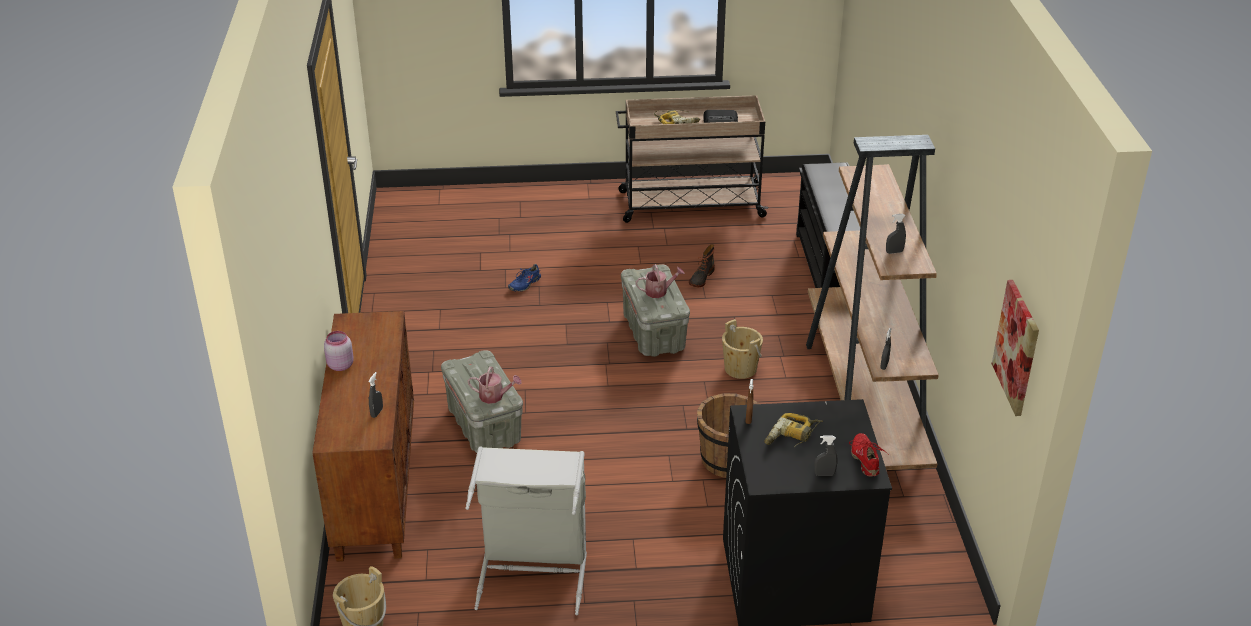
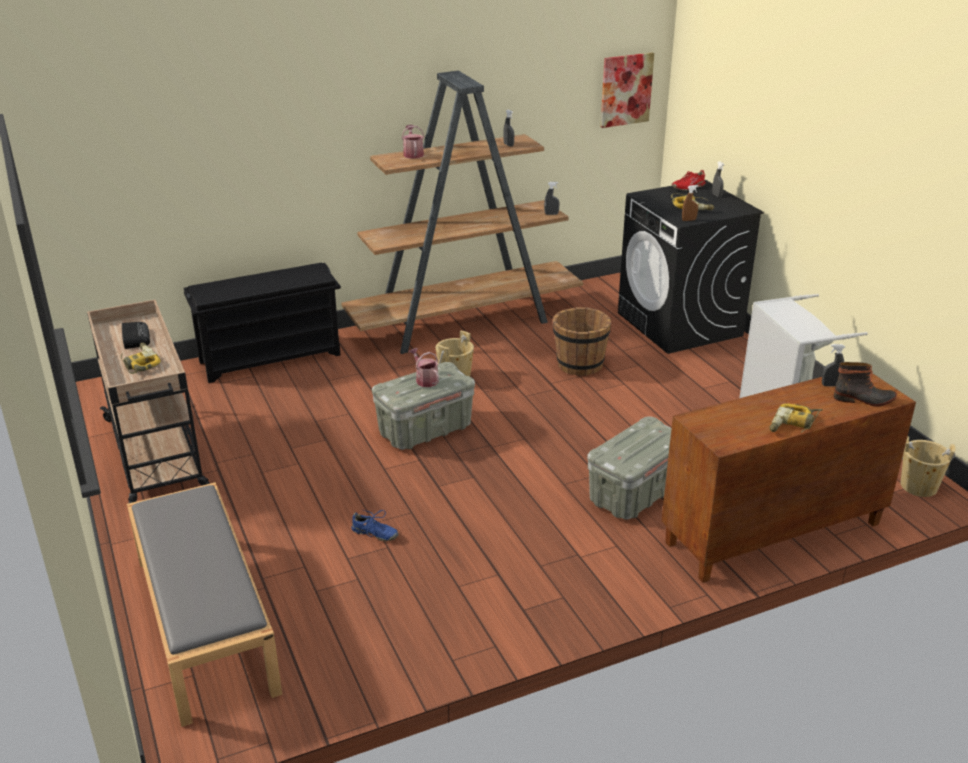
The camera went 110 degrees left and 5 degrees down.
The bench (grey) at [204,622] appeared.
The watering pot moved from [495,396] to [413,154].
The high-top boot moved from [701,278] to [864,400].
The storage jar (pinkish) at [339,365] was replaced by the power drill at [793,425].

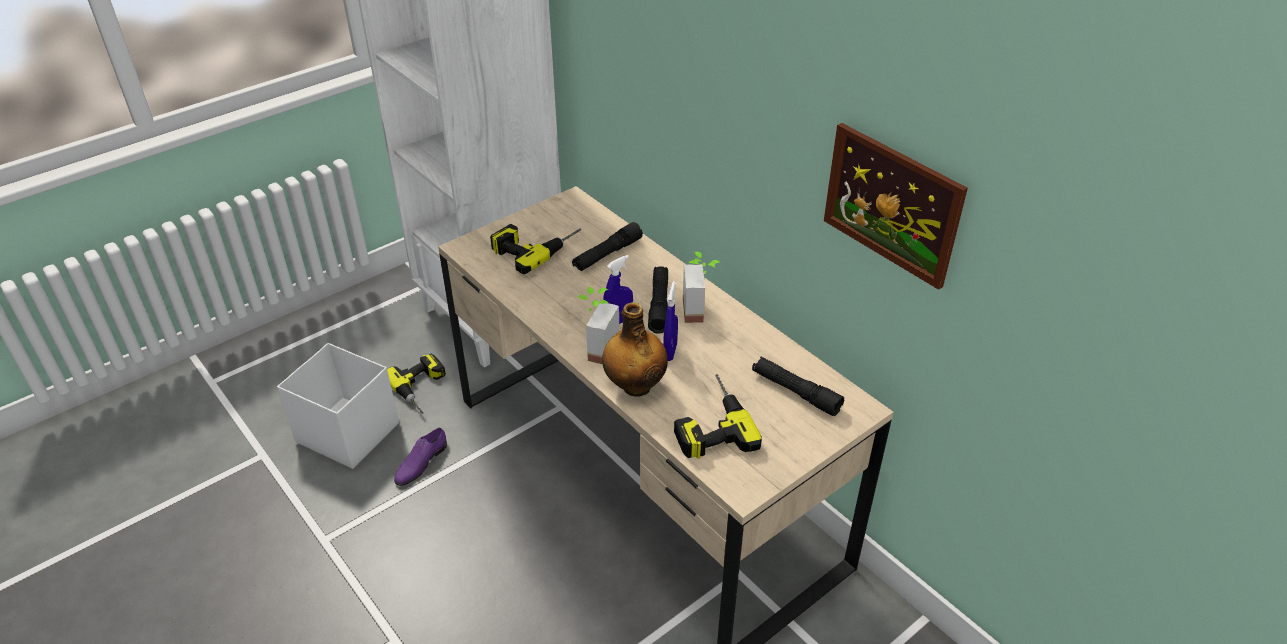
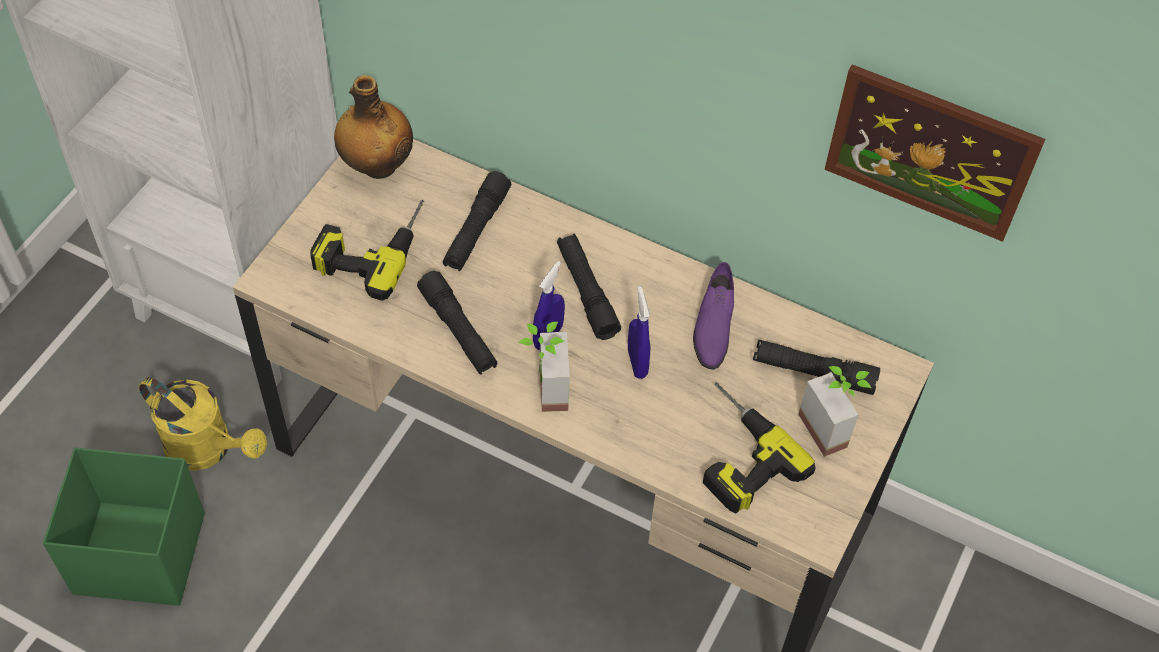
The camera went 25 degrees left and 15 degrees up.
The flashlight (black-coloured) at [458,330] appeared.
The item of footwear (purple-coloured) moved from [420,462] to [713,324].
The bottle moved from [635,385] to [377,165].
The plant in a pot moved from [700,310] to [832,427].
The power drill at [423,388] was replaced by the watering pot (yellow) at [208,448].
The storage container (whitish) at [347,432] became the storage container (green-coloured) at [138,552].

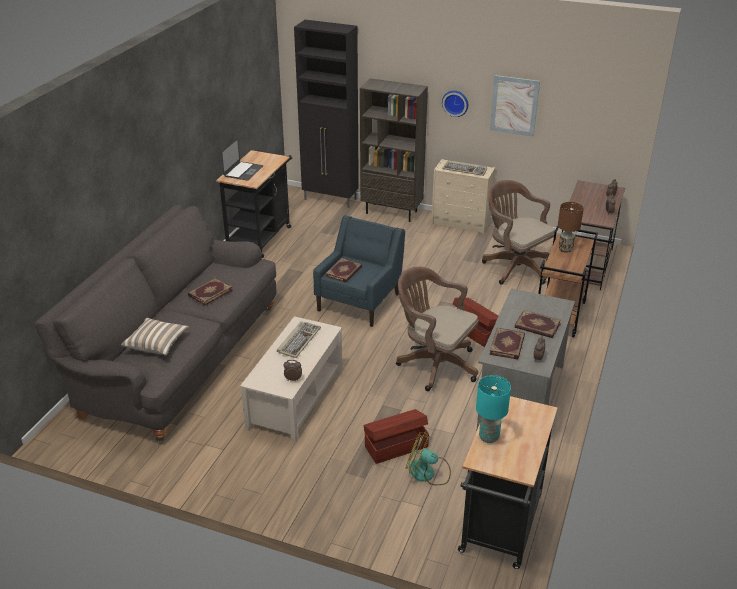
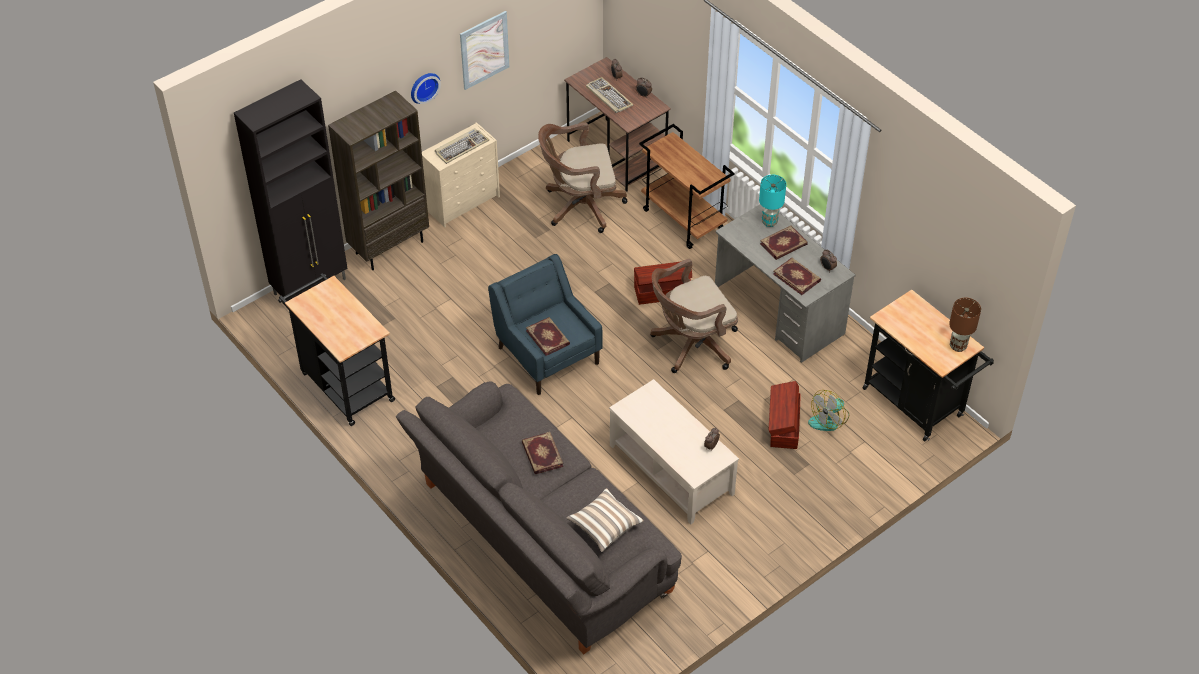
The camera went 60 degrees left and 15 degrees up.
The portable computer at [243,171] disappeared.
The computer keyboard moved from [298,340] to [608,97].
The table lamp (blue-green) moved from [488,437] to [769,222].
The table lamp (brownish) moved from [565,249] to [957,346].

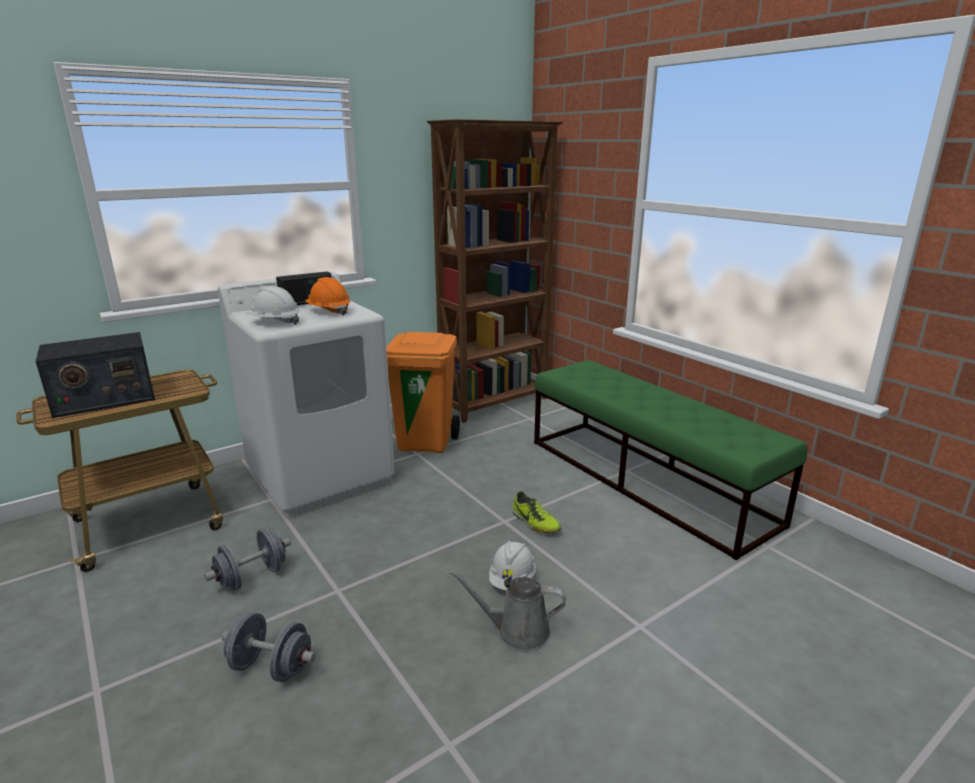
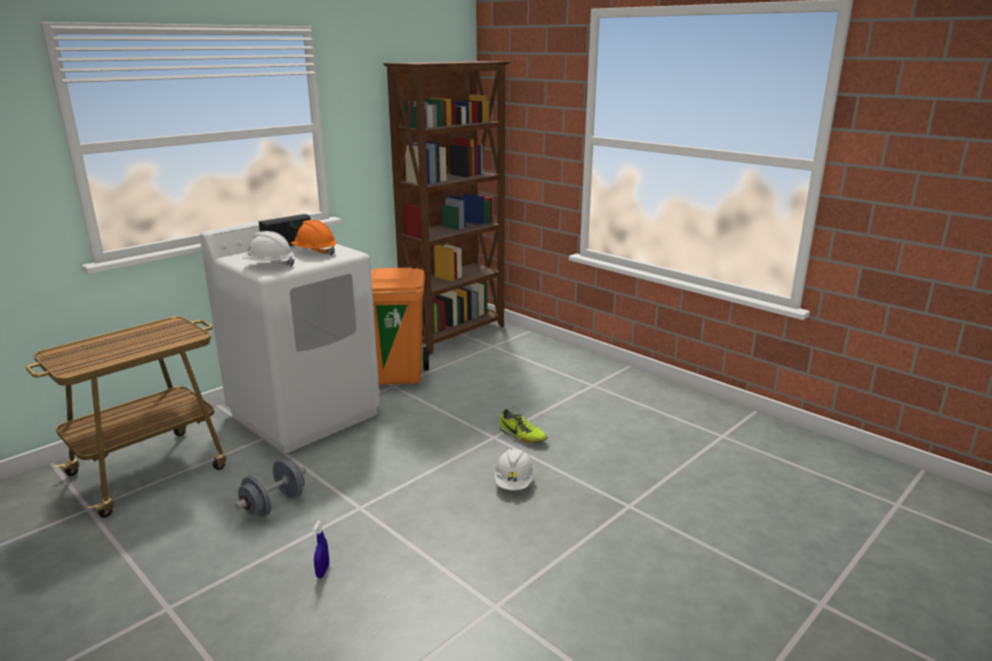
The camera went 10 degrees left and 0 degrees up.
The radio set at [104,399] disappeared.
The watering pot (grey) at [517,631] disappeared.
The bench (green-coloured) at [647,480] disappeared.
The free weight (grey) at [271,667] was replaced by the sprayer (blue-coloured) at [323,571].

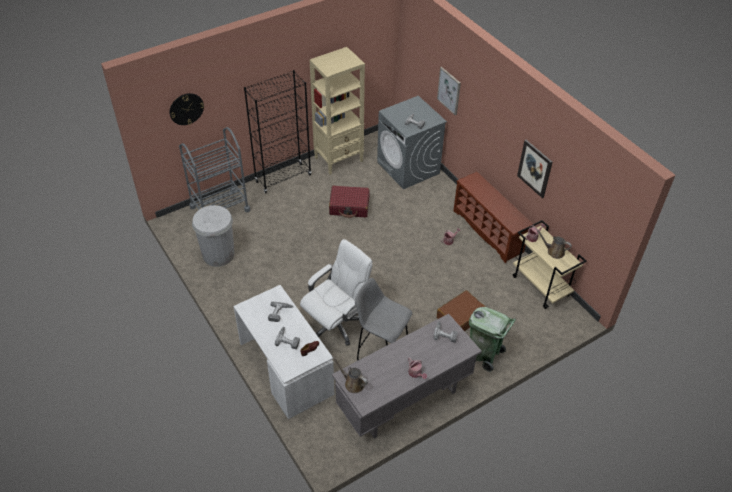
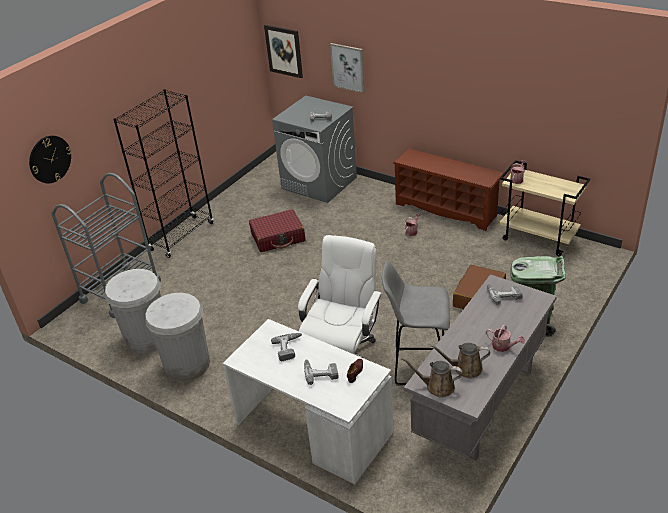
The camera went 20 degrees left and 10 degrees down.
The bookcase (beige-coloured) at [339,159] disappeared.
The rubbish bin (whitish) at [187,364] appeared.
The wall picture moved from [535,168] to [284,51].
The watering pot (brownish) moved from [554,251] to [465,369].

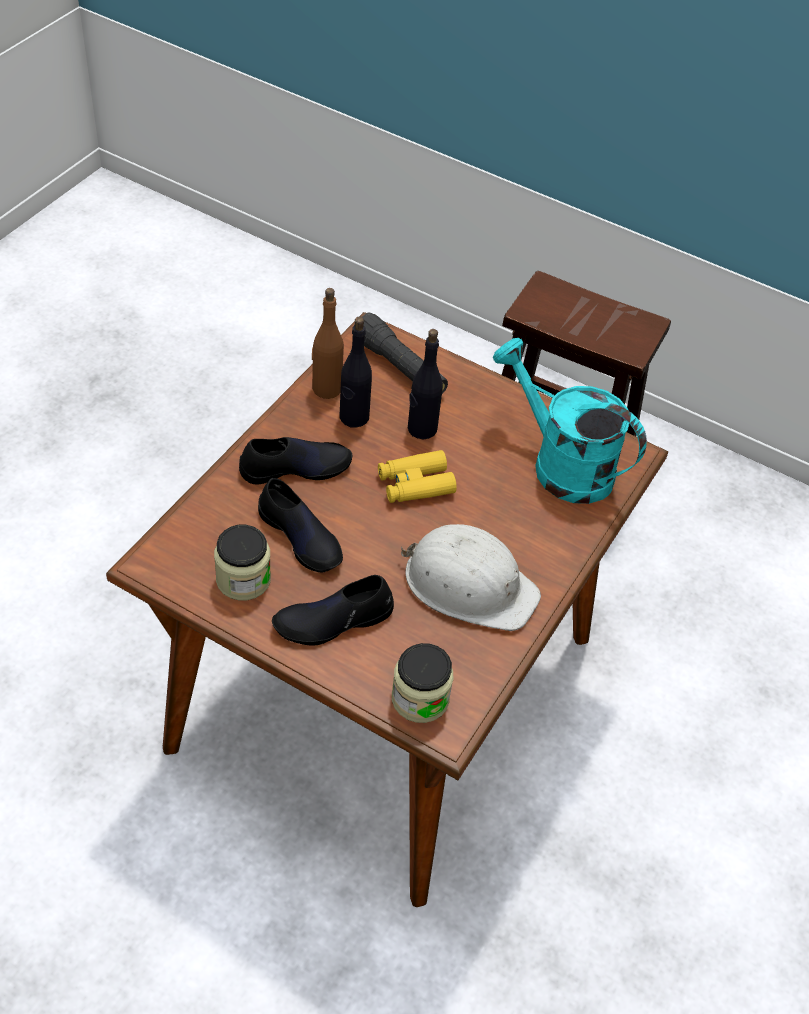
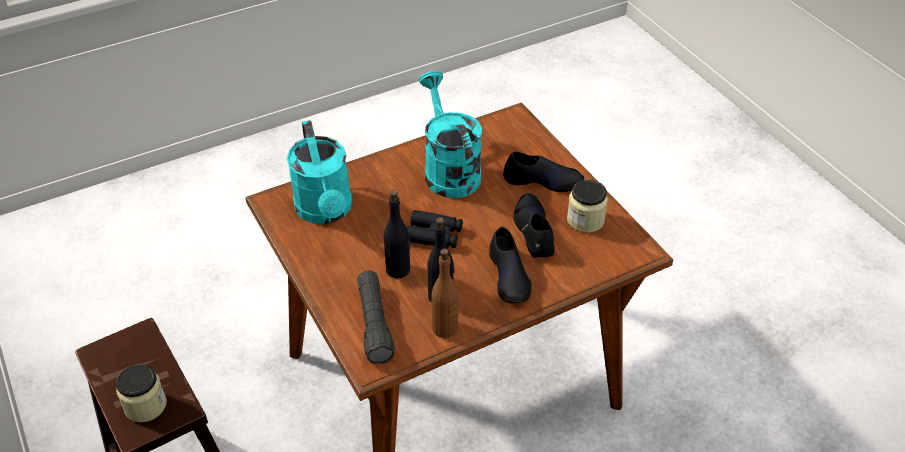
The camera went 145 degrees left and 5 degrees down.
The storage jar moved from [420,698] to [145,405].
The hard hat (whitish) at [469,584] was replaced by the watering pot (blue-green) at [448,169].
The binoculars (yellow) at [415,484] became the binoculars (black-coloured) at [434,235].
The item of footwear (black-coloured) at [295,468] turned 120 degrees counterclockwise.

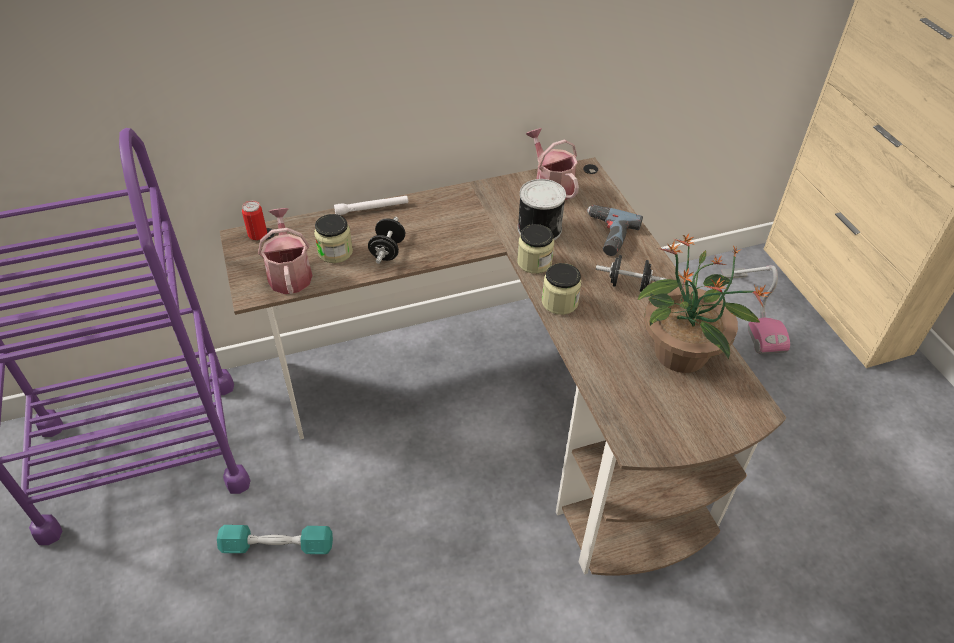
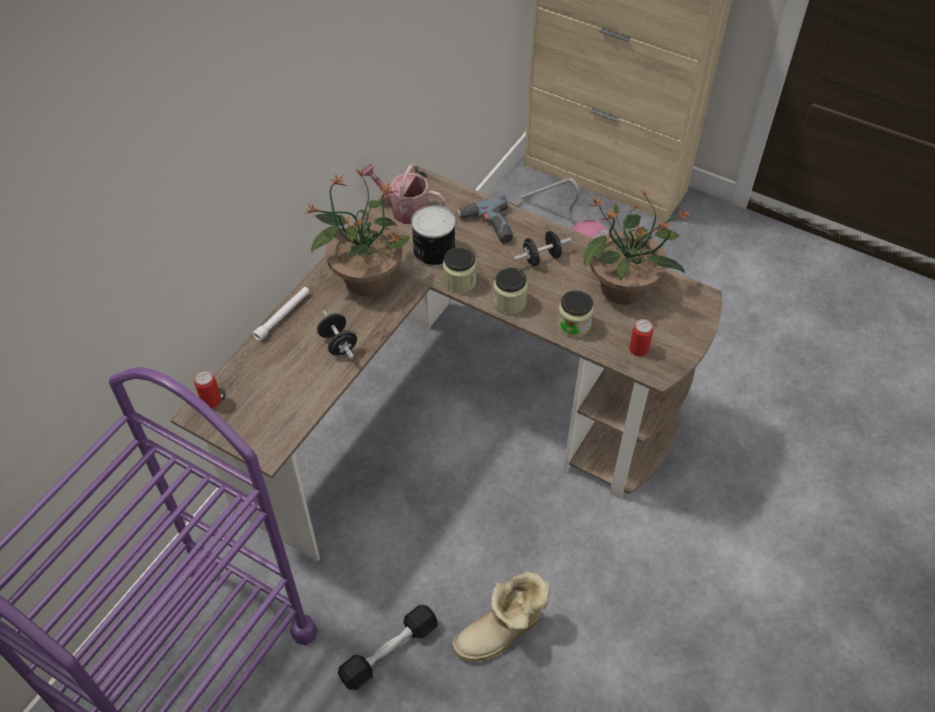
The camera went 40 degrees left and 5 degrees up.
The watering pot at [289,273] disappeared.
The plant in a pot at [365,278] appeared.
The high-top boot at [502,633] appeared.
The sealed can at [638,349] appeared.
The storage jar moved from [335,252] to [573,325].
The free weight (blue-green) at [278,546] became the free weight (black-coloured) at [389,652].

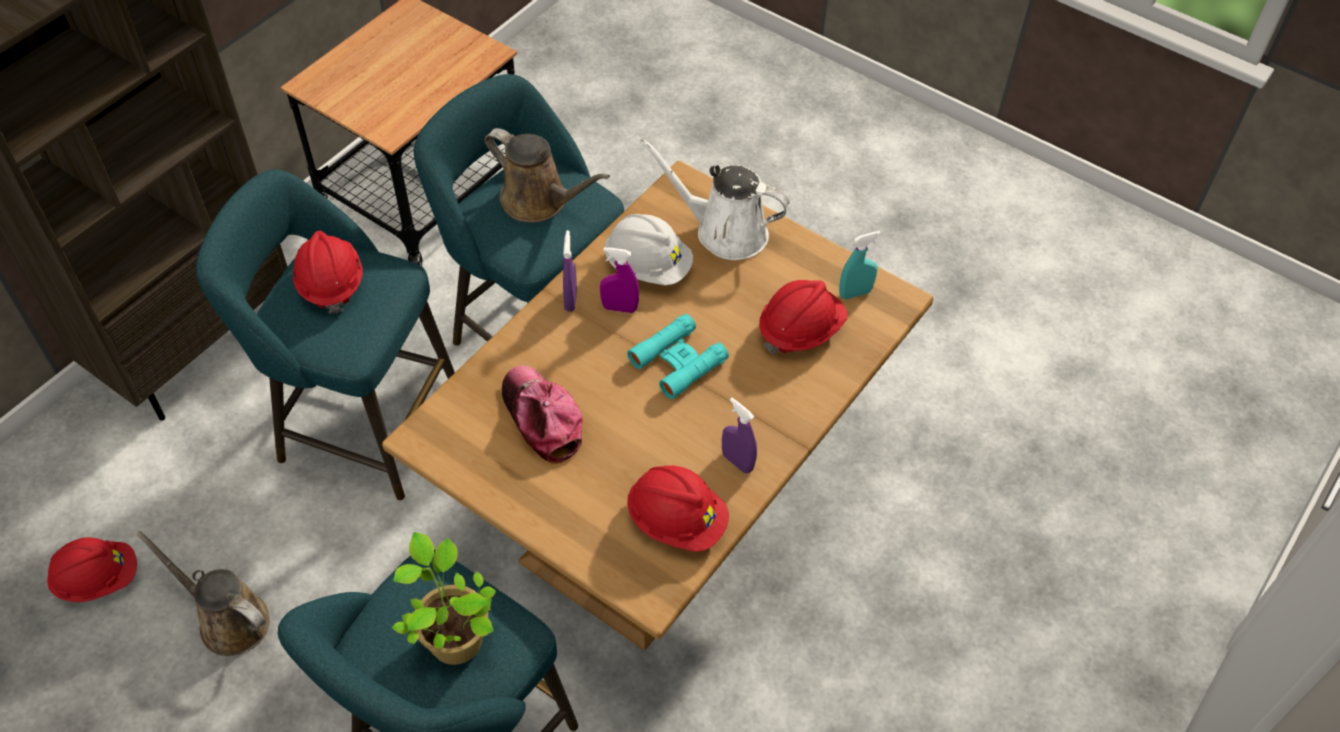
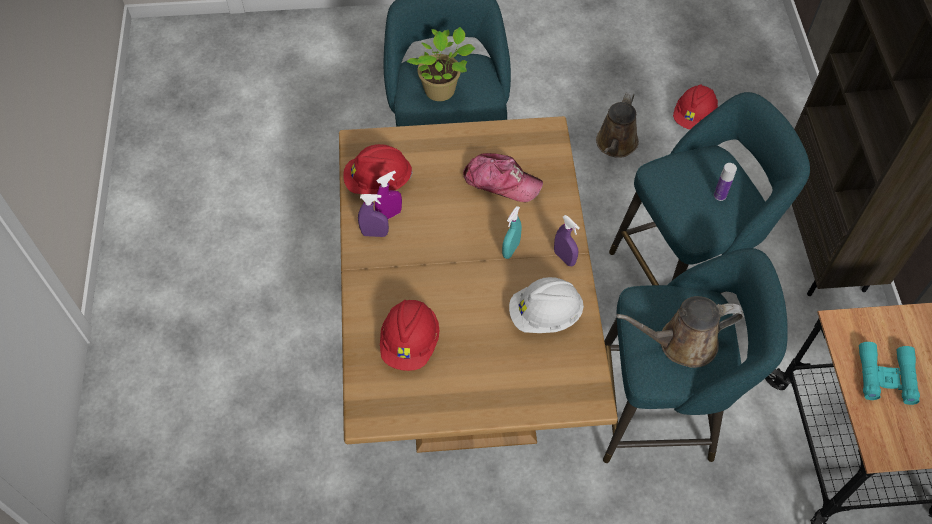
The camera went 140 degrees right and 5 degrees up.
The watering pot (whitish) at [724,231] disappeared.
The sprayer (purple-coloured) moved from [619,308] to [389,215].
The binoculars (blue-green) moved from [678,361] to [886,376].
The sprayer (blue-green) moved from [855,293] to [511,250].
The hard hat (red-coloured) at [330,283] was replaced by the bottle at [720,195].
The watering pot (brownish) at [228,619] turned 120 degrees clockwise.

